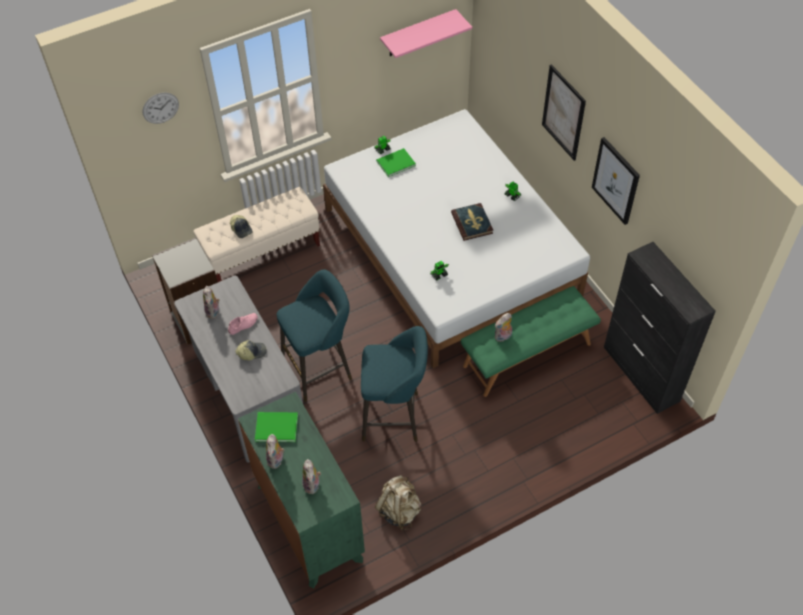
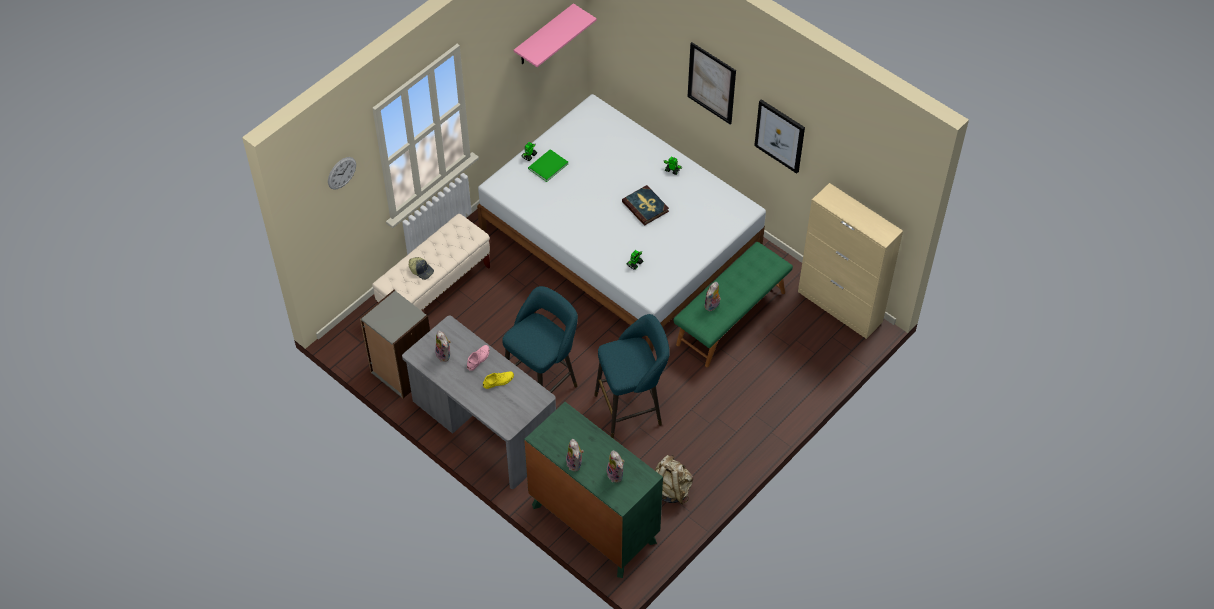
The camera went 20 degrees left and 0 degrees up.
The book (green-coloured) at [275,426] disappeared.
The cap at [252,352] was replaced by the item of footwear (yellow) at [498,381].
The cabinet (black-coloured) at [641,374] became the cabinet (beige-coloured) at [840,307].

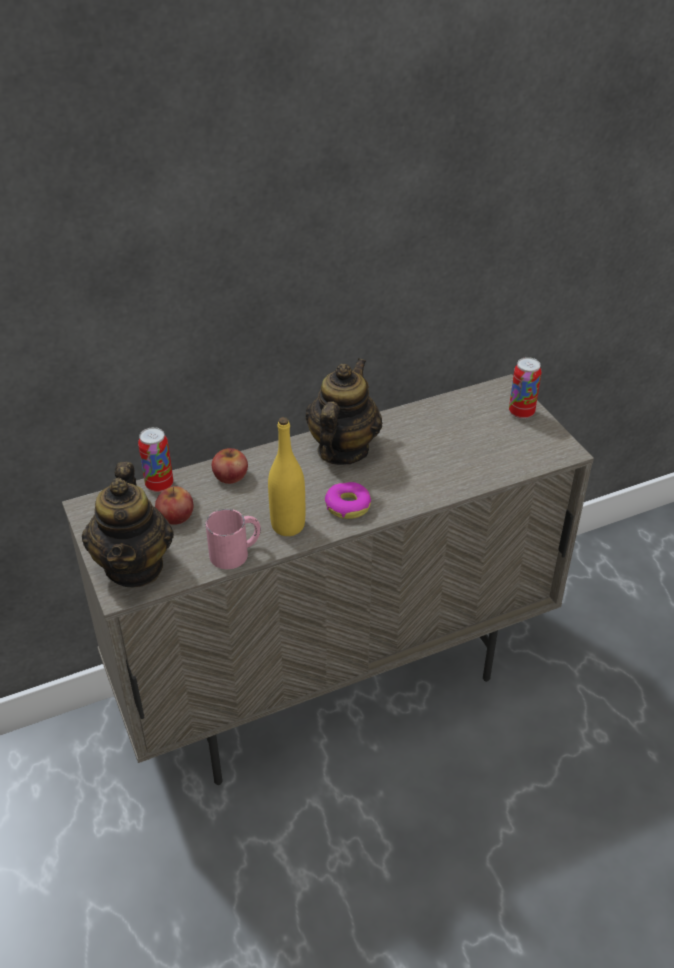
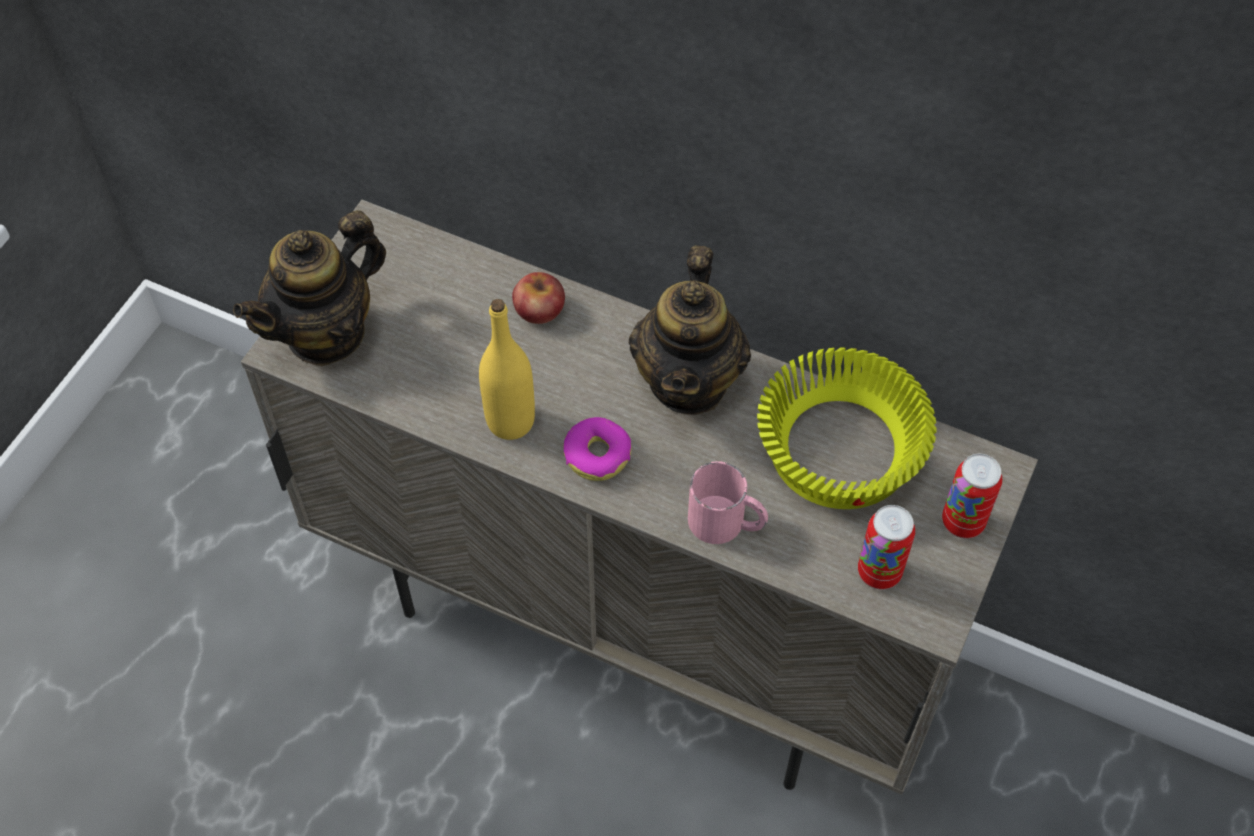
The camera went 50 degrees right and 15 degrees up.
The whole apple at [175,515] disappeared.
The bowl (yellow) at [839,453] appeared.
The sealed can moved from [159,485] to [879,572].
The coffee mug (pinkish) moved from [236,552] to [727,523].
The teapot at [342,450] turned 120 degrees clockwise.

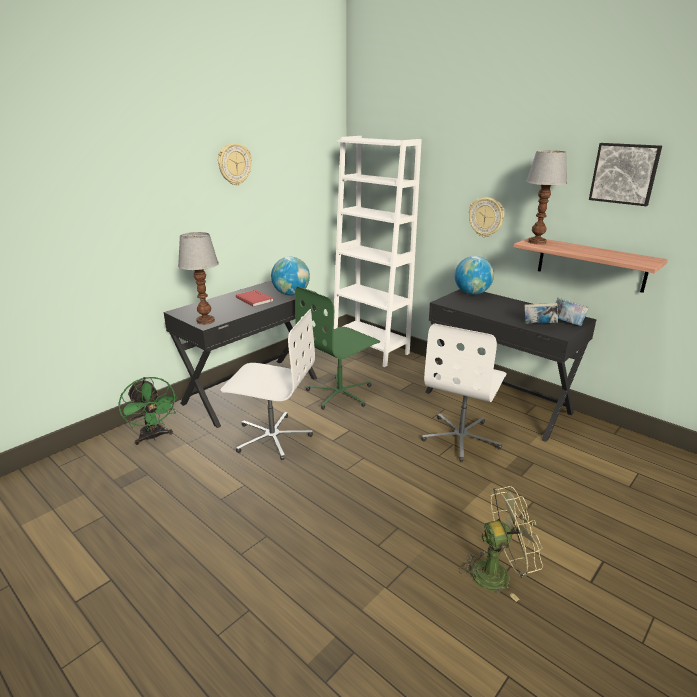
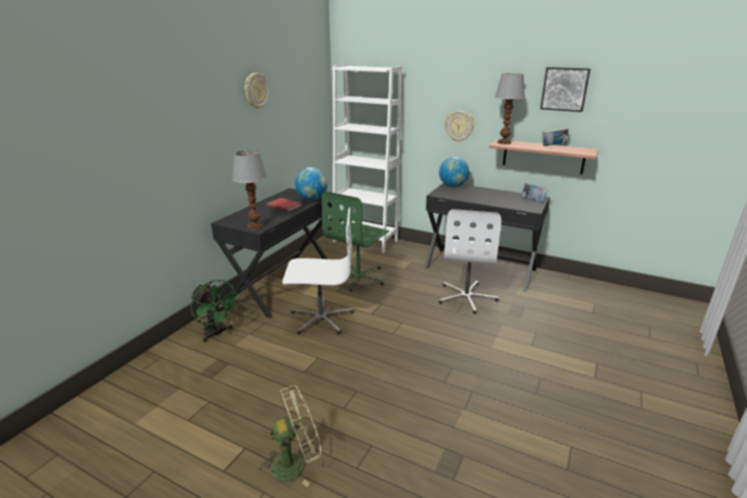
The camera went 15 degrees left and 0 degrees up.
The electric fan (green-coloured) moved from [498,573] to [295,463].
The book moved from [539,325] to [553,146].

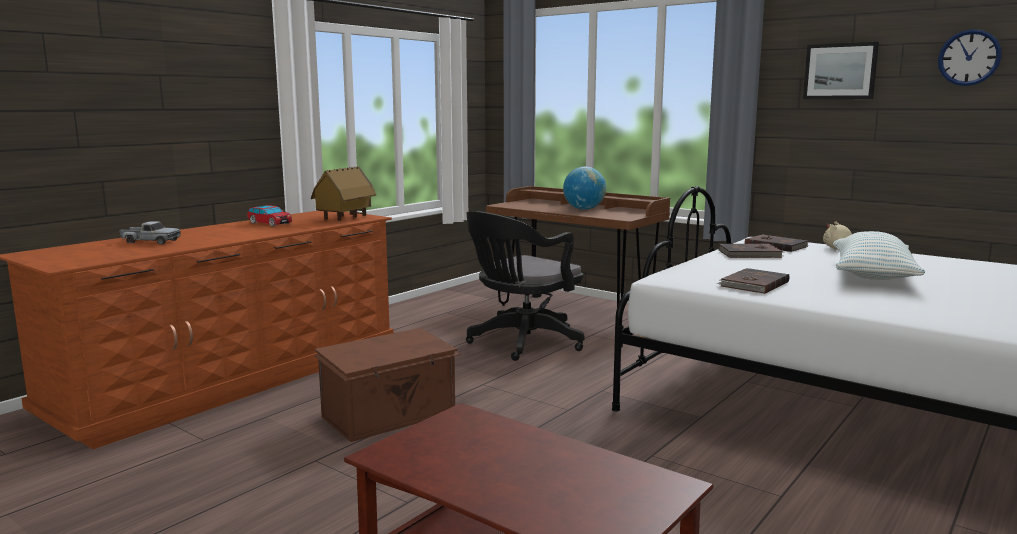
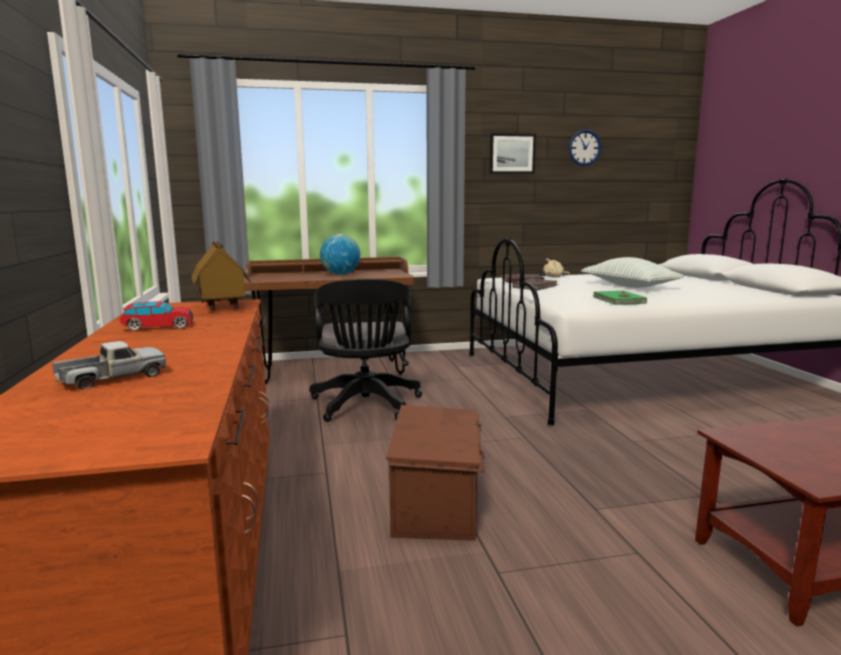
The camera went 50 degrees left and 0 degrees up.
The book (brownish) at [753,284] became the book (green-coloured) at [618,300].

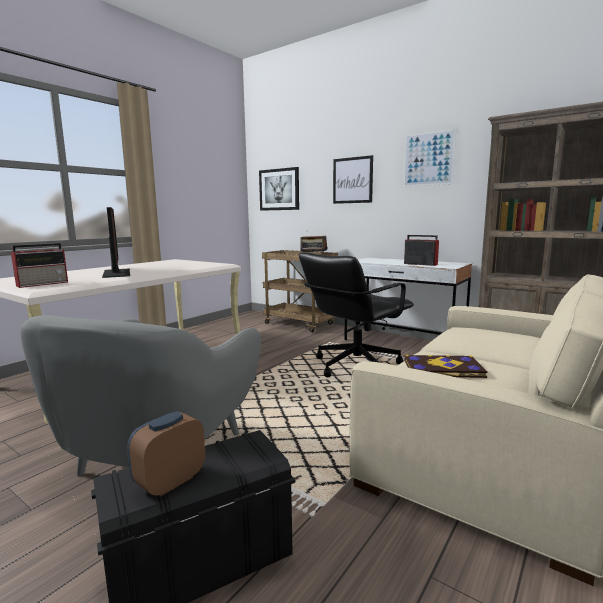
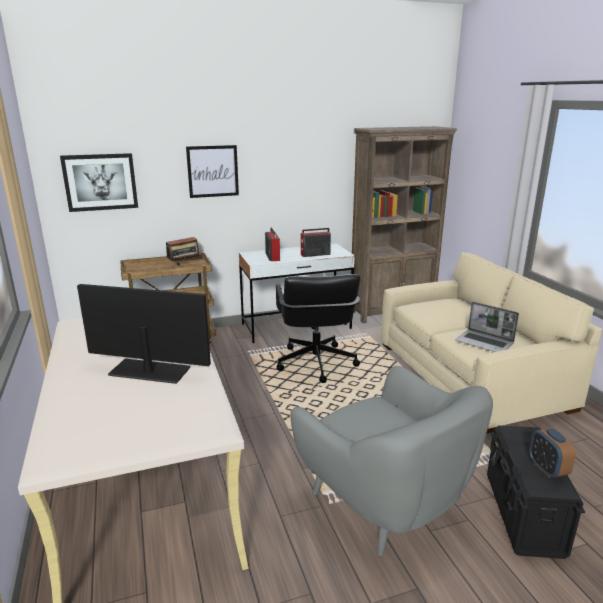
The camera went 55 degrees left and 10 degrees up.
The wall picture at [428,159] disappeared.
The radio set moved from [43,284] to [272,256].
The book at [443,369] was replaced by the portable computer at [485,343].

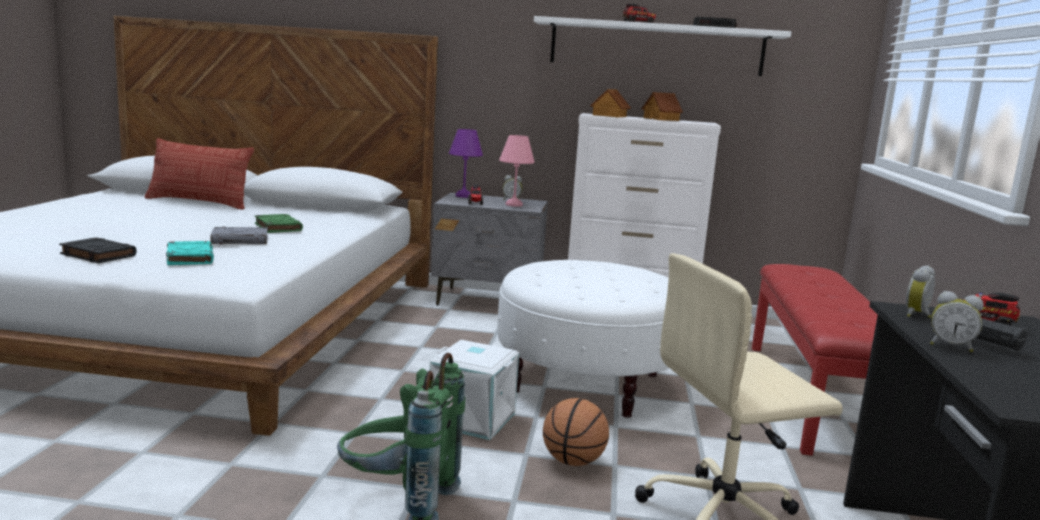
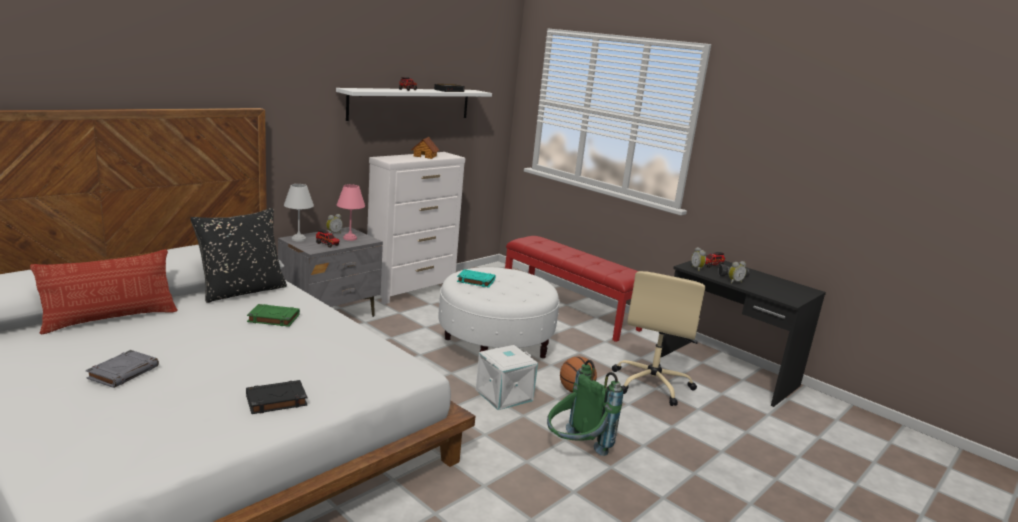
The camera went 55 degrees left and 5 degrees up.
The miniature house at [609,116] disappeared.
The throw pillow (black-coloured) at [242,291] appeared.
The book (blue-green) moved from [189,257] to [475,281].
The book (grey) moved from [240,240] to [123,372].
The table lamp (purple-coloured) at [464,196] became the table lamp (whitish) at [299,239].

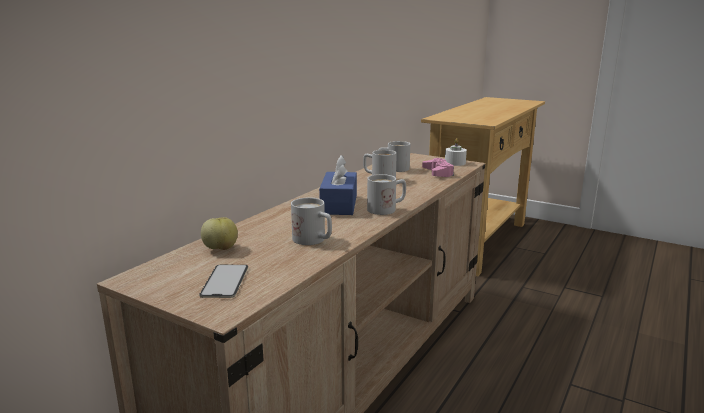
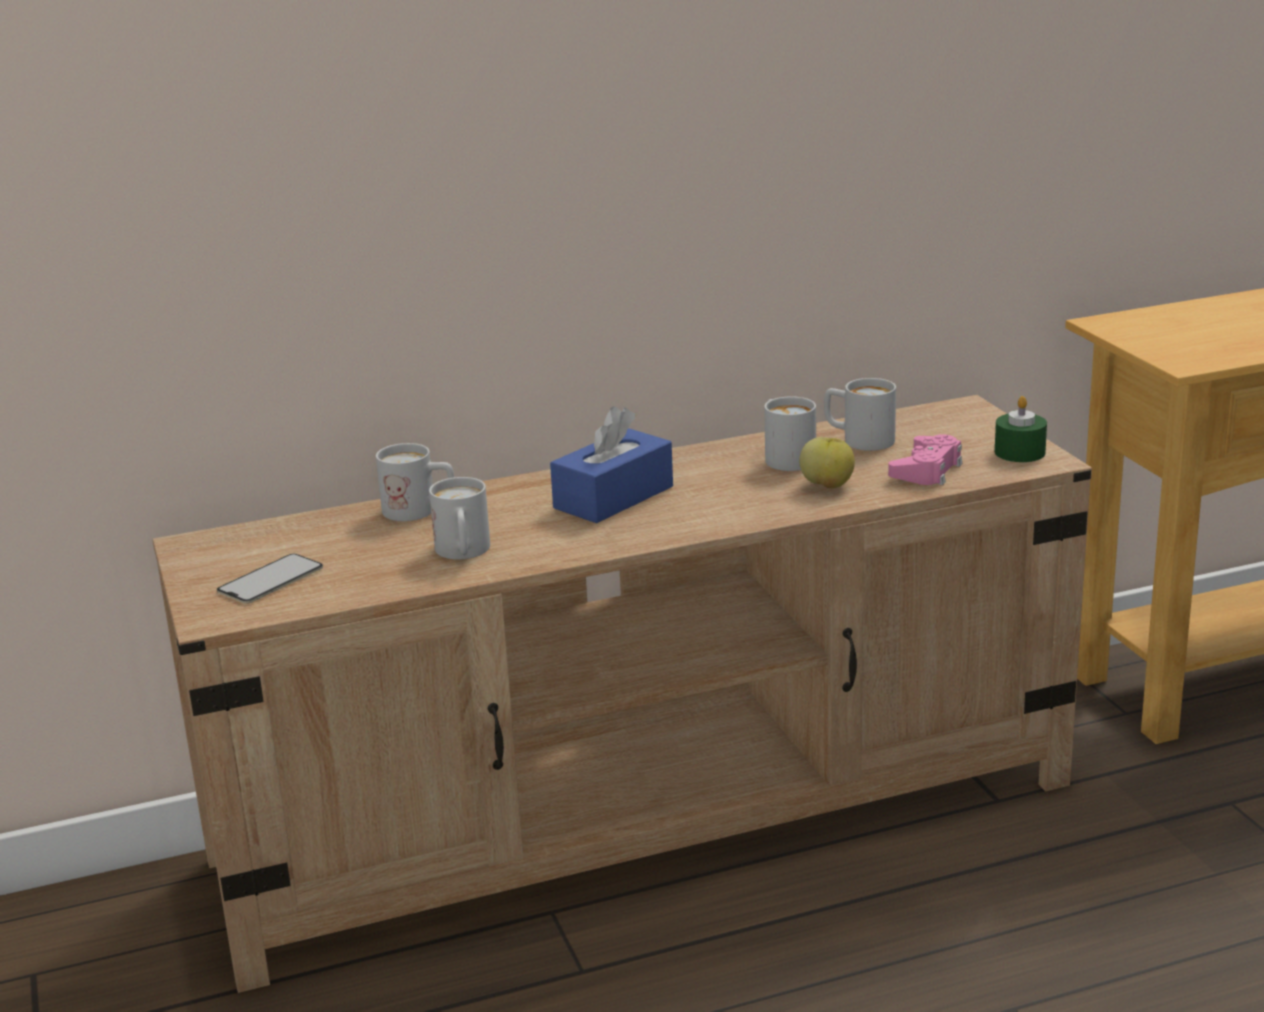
The camera went 40 degrees right and 5 degrees up.
The whole apple moved from [220,248] to [827,485].
The coffee mug (whitish) moved from [387,209] to [420,511].
The wax candle (whitish) at [455,163] became the wax candle (green-coloured) at [1019,452].

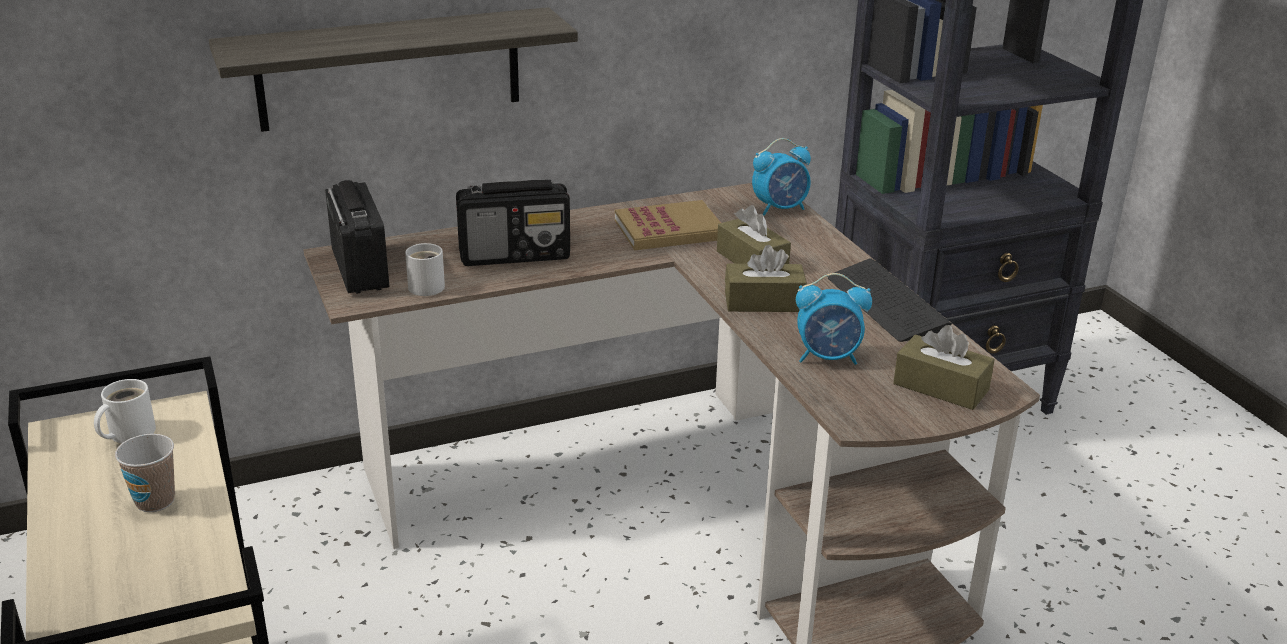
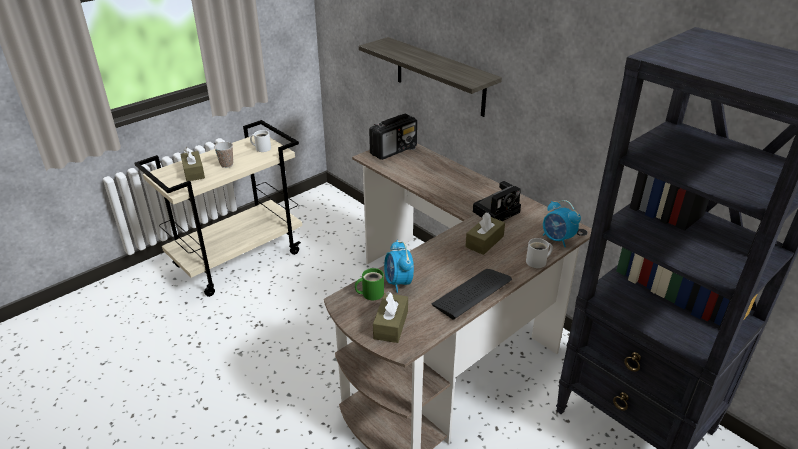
The camera went 70 degrees right and 5 degrees up.
The radio set at [516,255] disappeared.
The coffee mug (green-coloured) at [370,293] appeared.
The coffee mug (whitish) moved from [428,285] to [538,262].
The box of tissues (brownish) moved from [764,302] to [193,172].
The book at [669,230] was replaced by the still camera at [497,211].

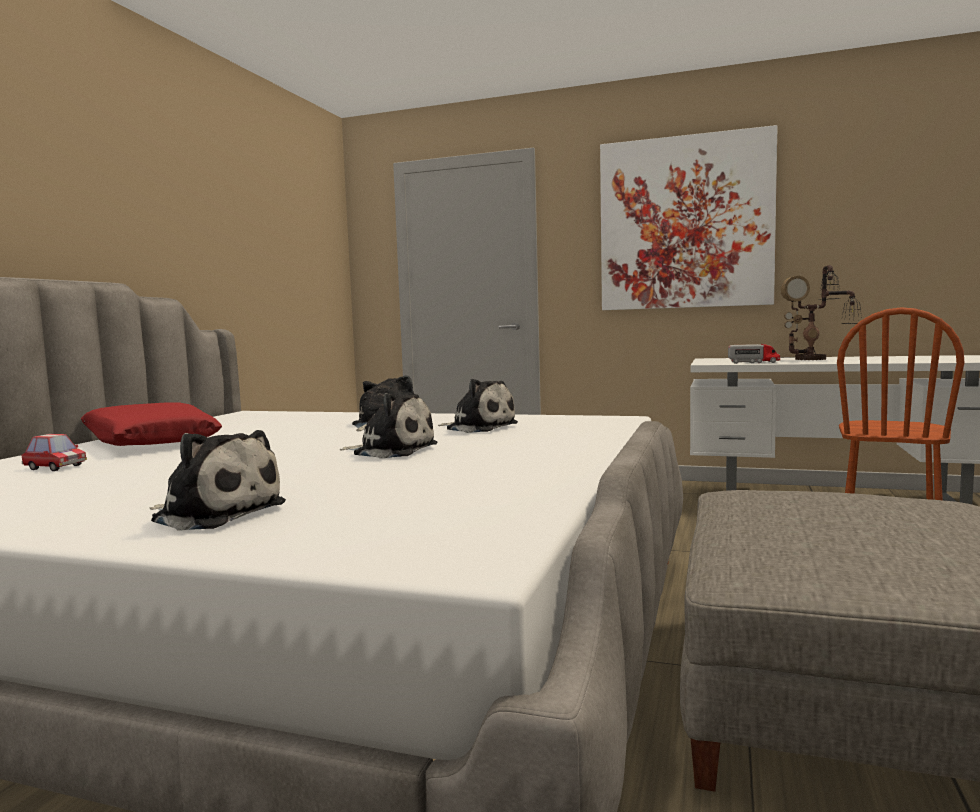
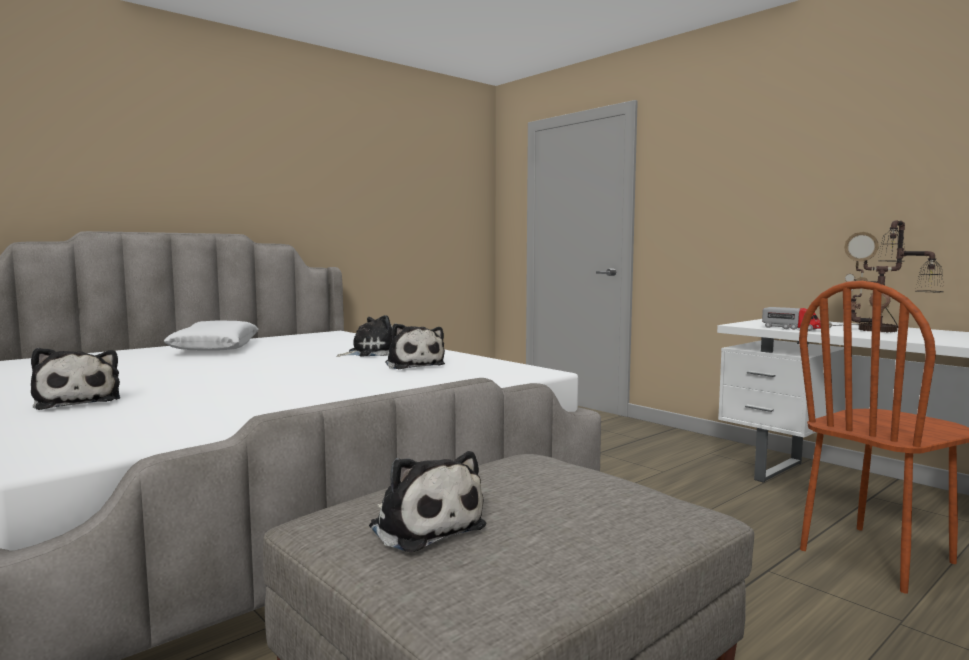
The camera went 30 degrees right and 0 degrees up.
The model car at [55,467] disappeared.
The wall picture at [685,223] disappeared.
The plush toy moved from [392,451] to [424,526].
The throw pillow (red-coloured) at [149,442] became the throw pillow (whitish) at [215,348].

